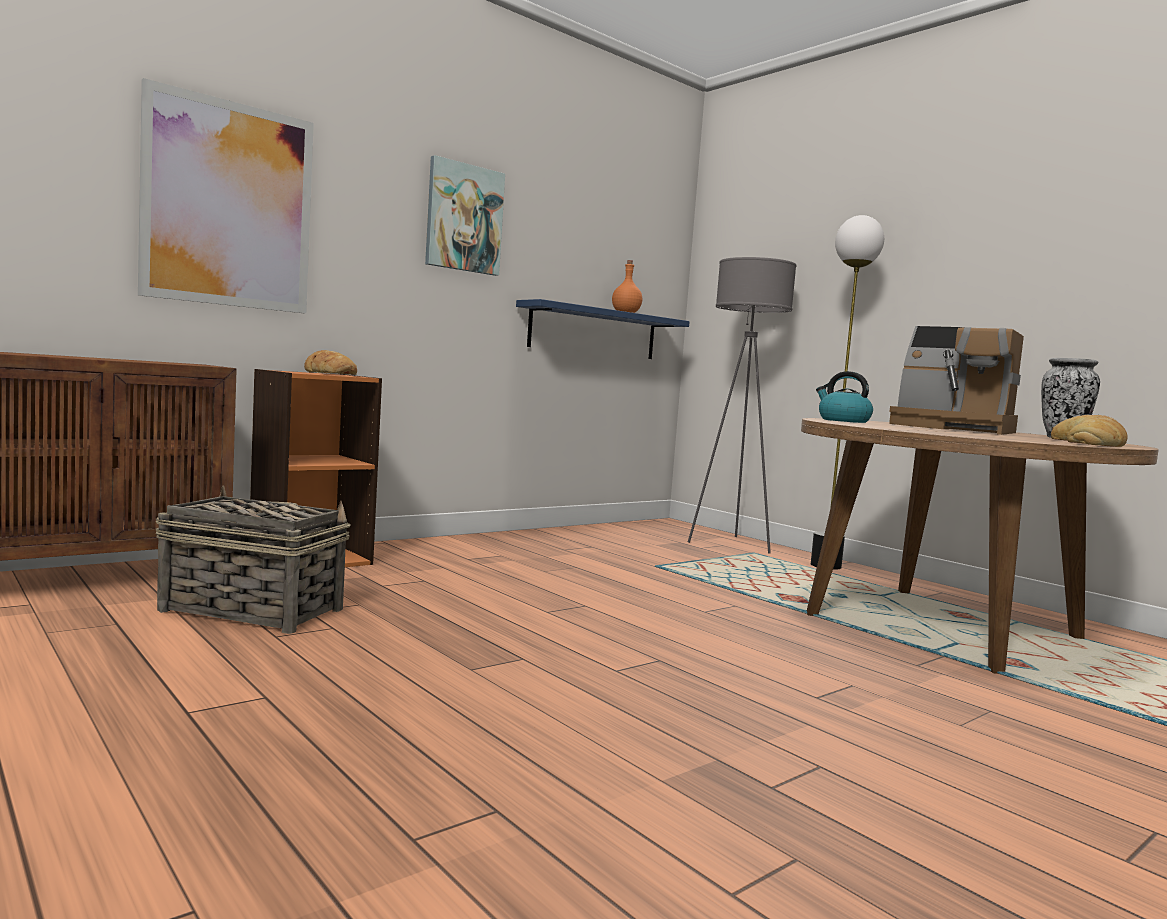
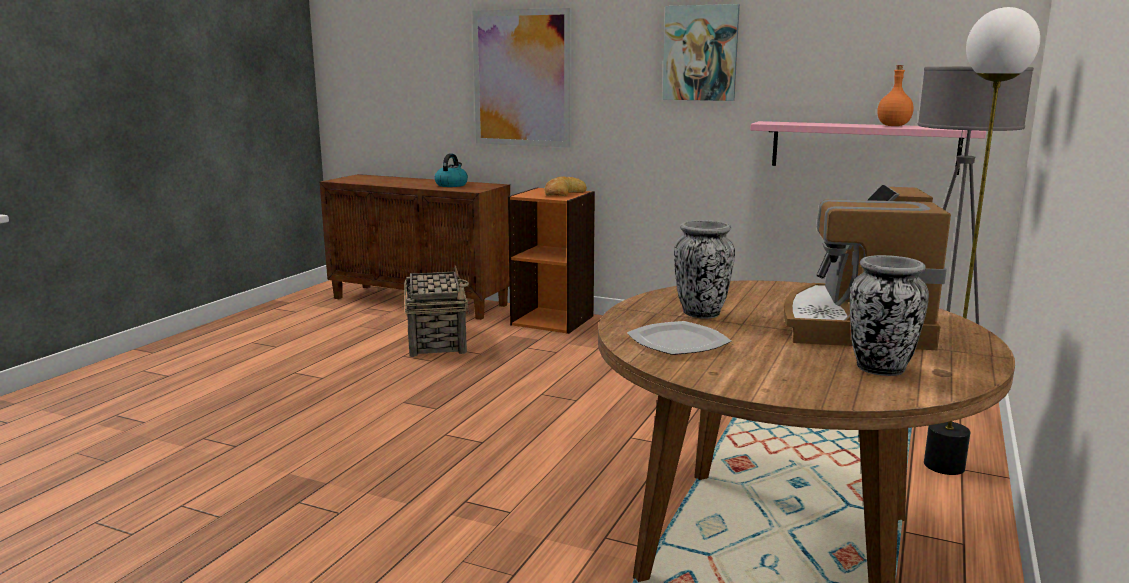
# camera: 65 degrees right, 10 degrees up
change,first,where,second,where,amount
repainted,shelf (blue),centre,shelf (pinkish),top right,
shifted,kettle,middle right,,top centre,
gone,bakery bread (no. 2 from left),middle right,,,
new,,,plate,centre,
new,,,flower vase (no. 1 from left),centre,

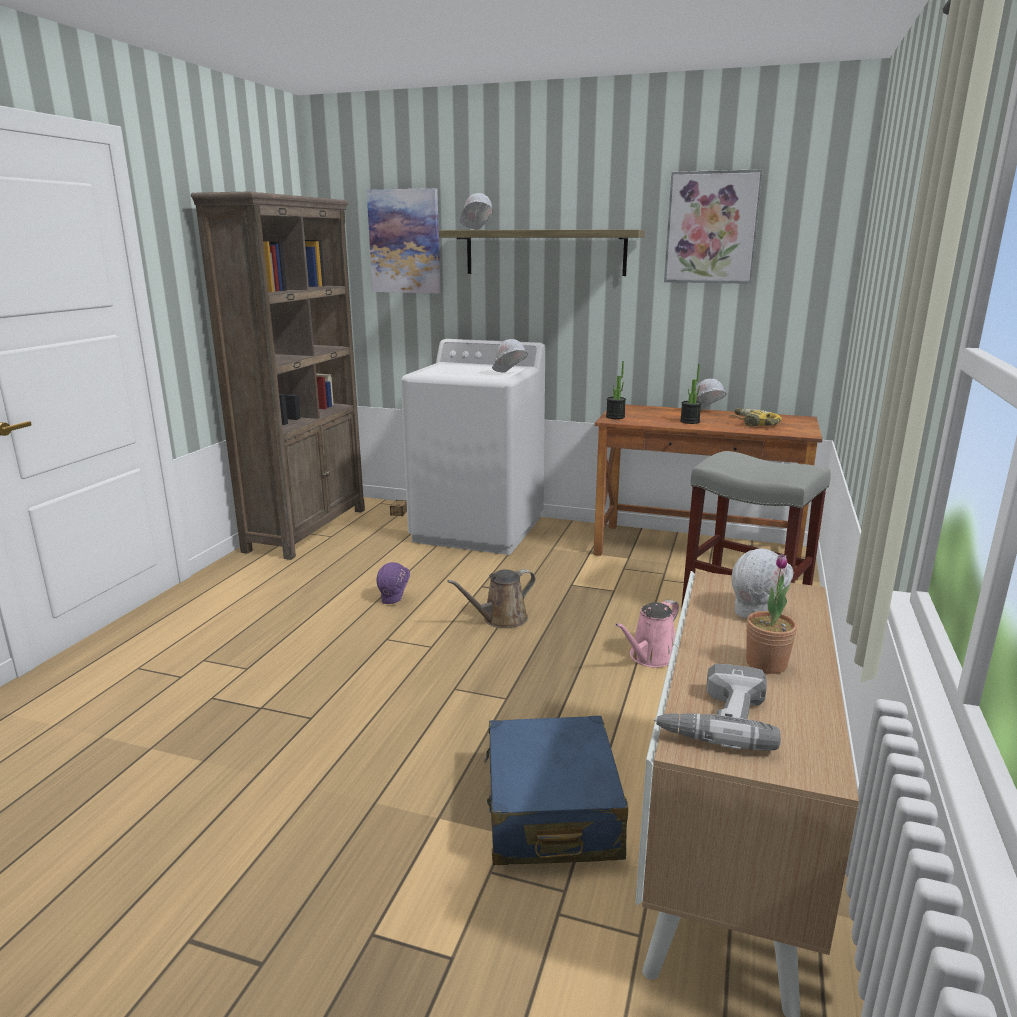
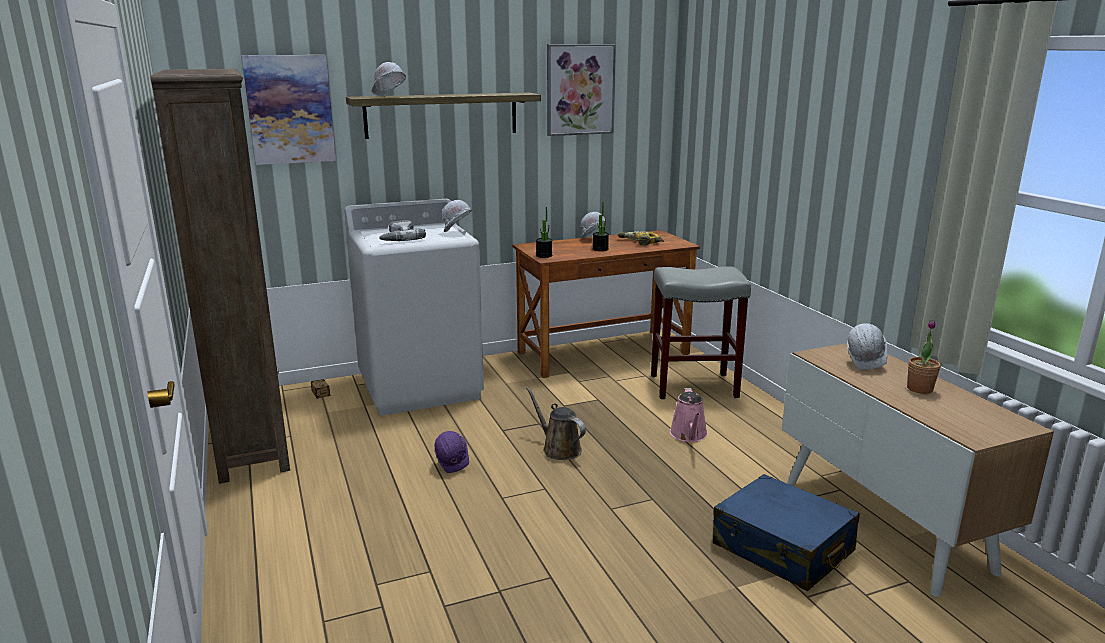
# camera: 40 degrees left, 0 degrees up
change,first,where,second,where,amount
rotated,sprinkling can (brown),centre,,centre,120 degrees clockwise
shifted,drill (no. 1 from left),bottom right,,centre,

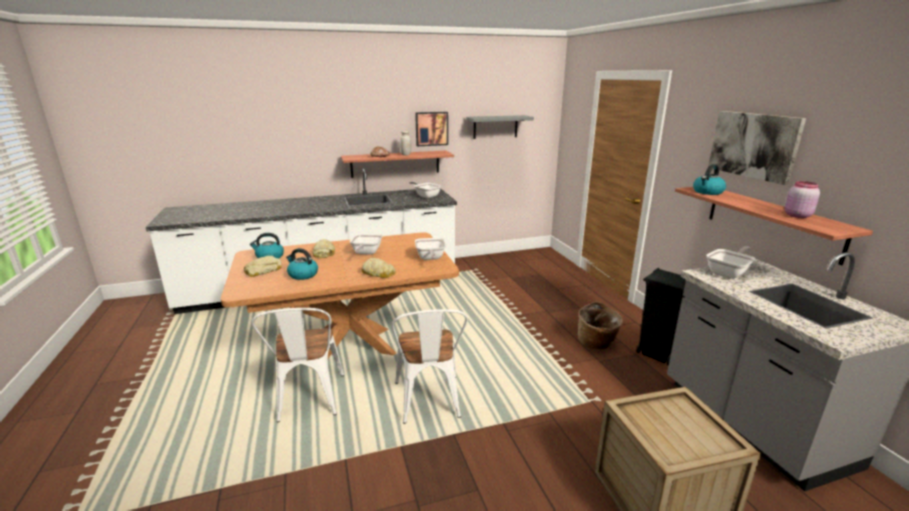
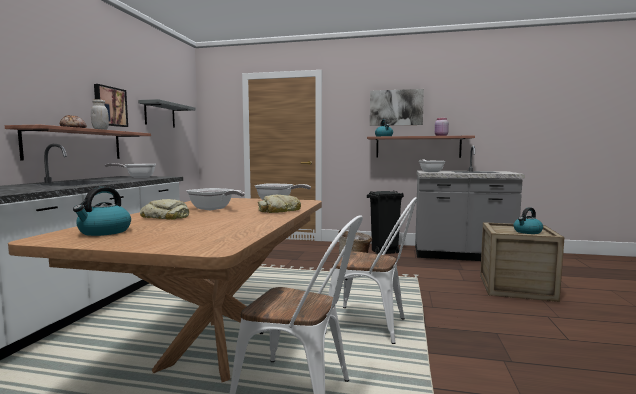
# camera: 60 degrees left, 15 degrees down
change,first,where,second,where,amount
gone,bakery bread (no. 1 from left),middle left,,,
shifted,kettle (no. 2 from left in the first image),middle left,kettle (no. 3 from left),middle right,

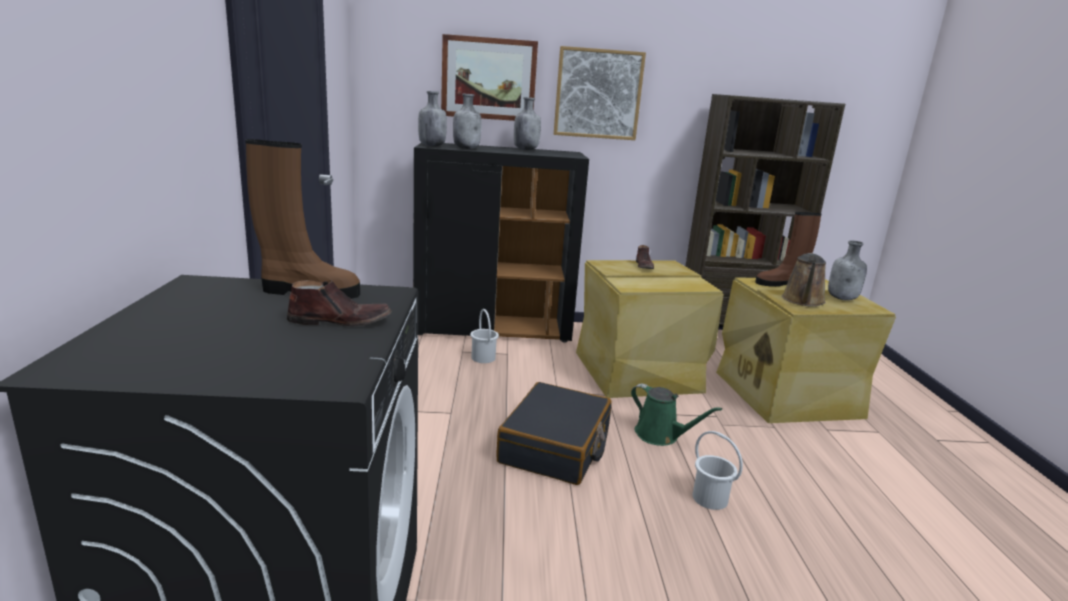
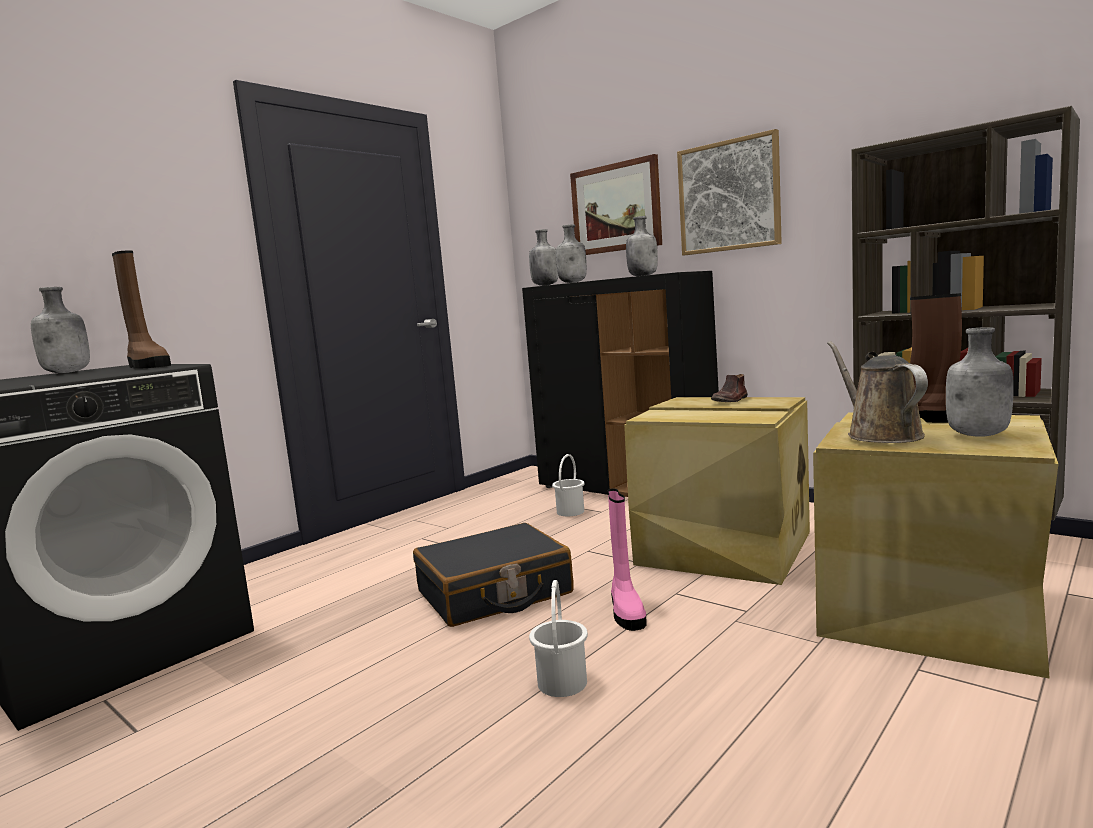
# camera: 45 degrees right, 10 degrees down
change,first,where,second,where,amount
gone,item of footwear (brown) (no. 1 from left),middle left,,,
swapped,sprinkling can (green-coloured),bottom centre,tall boot (pinkish),bottom centre,
rotated,sprinkling can (brown),middle right,,middle right,105 degrees clockwise
new,,,beverage bottle (greyish) (no. 1 from left),middle left,

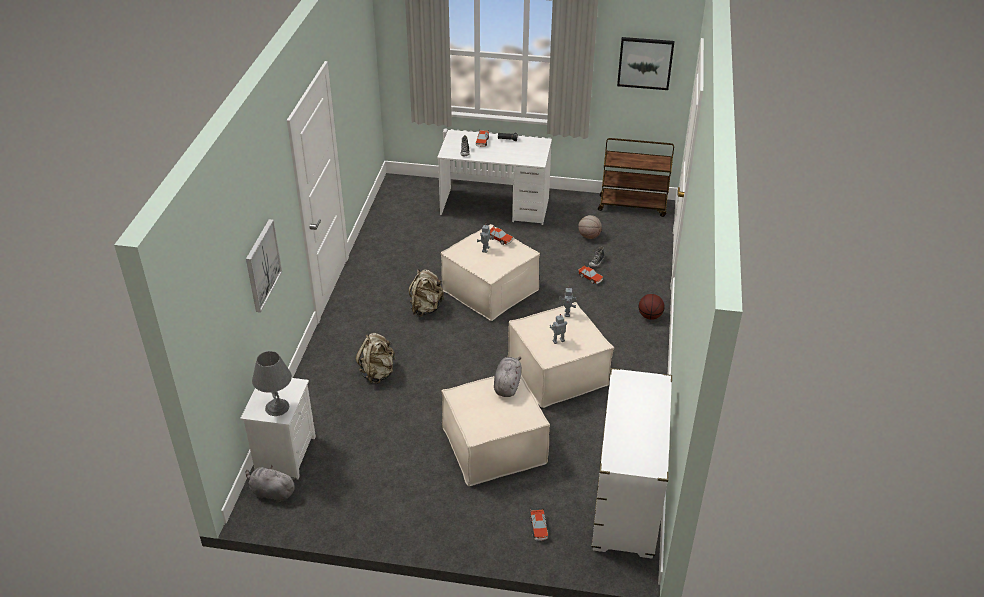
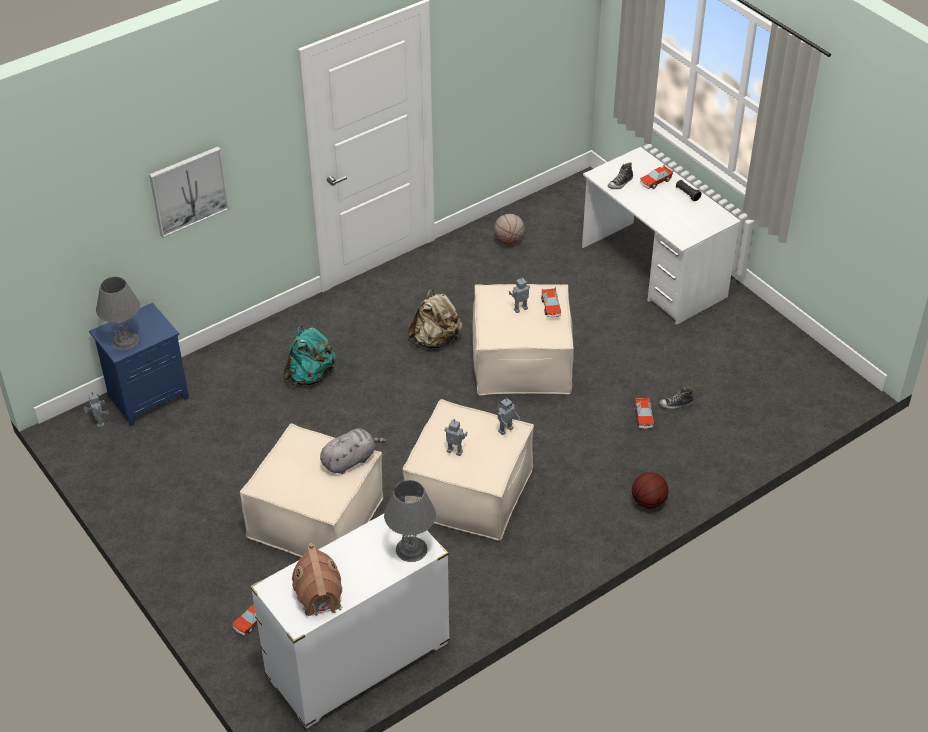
# camera: 45 degrees right, 5 degrees up
change,first,where,second,where,amount
repainted,night table (whitish),bottom left,night table (blue),middle left,
swapped,cuddly toy (greyish) (no. 1 from left),bottom left,toy robot (no. 1 from left),middle left,
repainted,rucksack (beige-coloured) (no. 1 from left),centre,rucksack (turquoise-coloured),centre,
shifted,ball for basketball (no. 1 from left),centre,,top centre,
gone,wheeled cart (brown),top centre,,,
gone,wall picture (no. 2 from left),top centre,,,
new,,,toy house,bottom centre,
new,,,table lamp (greyish) (no. 2 from left),bottom centre,

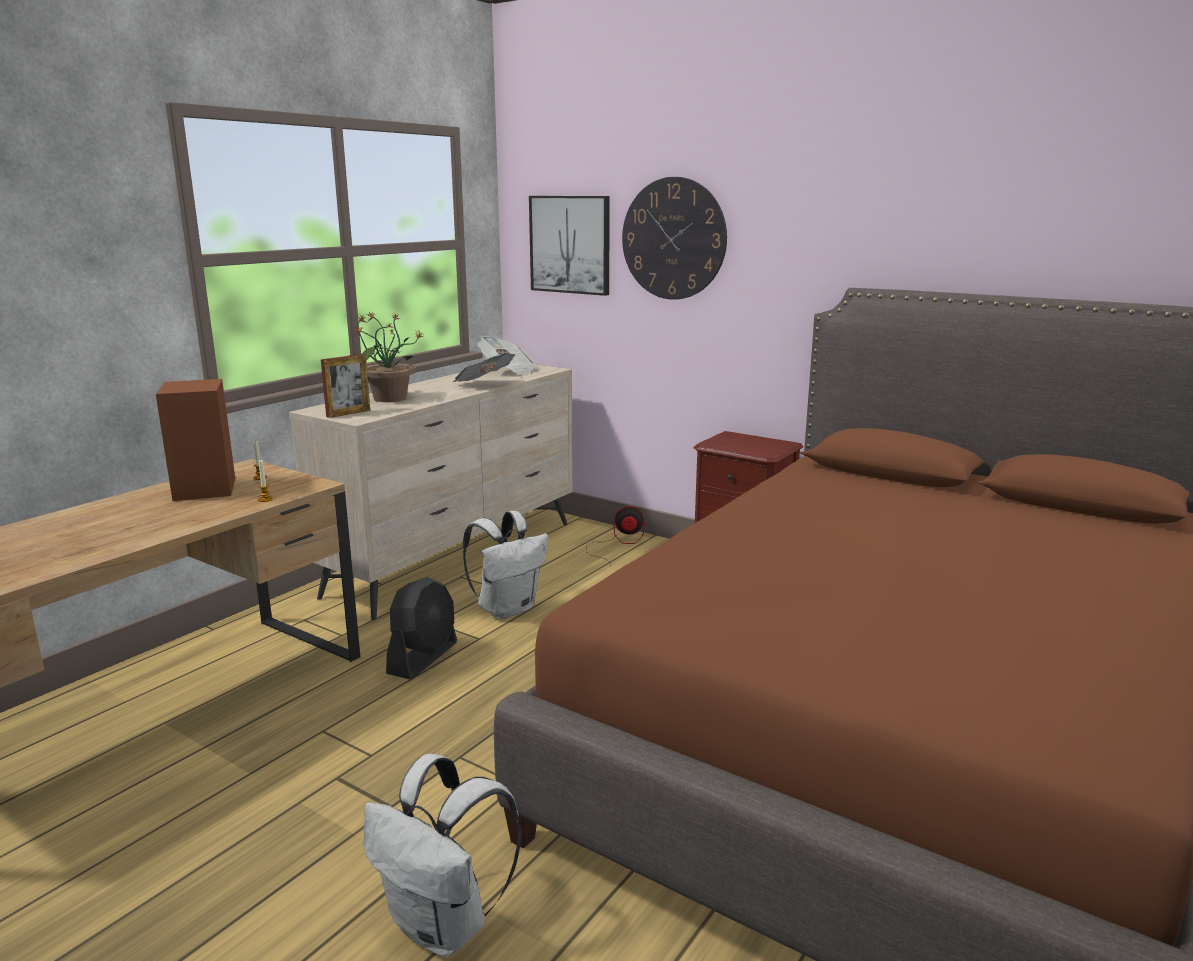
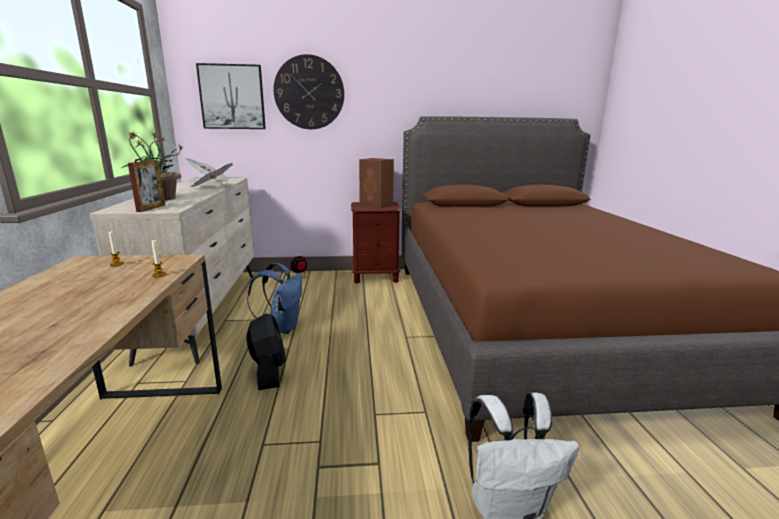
# camera: 40 degrees left, 0 degrees up
change,first,where,second,where,amount
shifted,audio speaker (brown),middle left,,centre,
repainted,rucksack (whitish) (no. 2 from left),centre,rucksack (blue),centre,

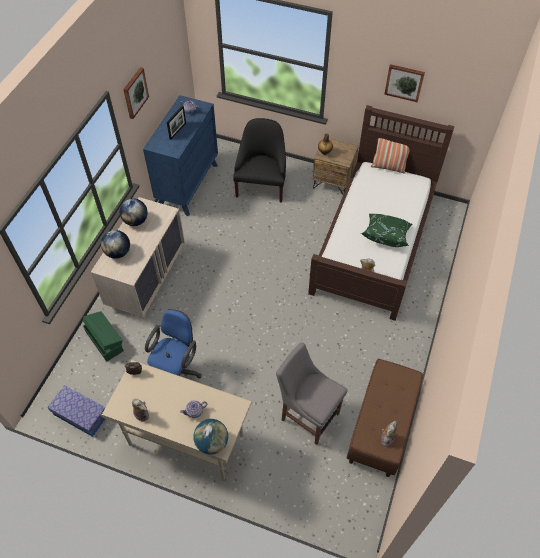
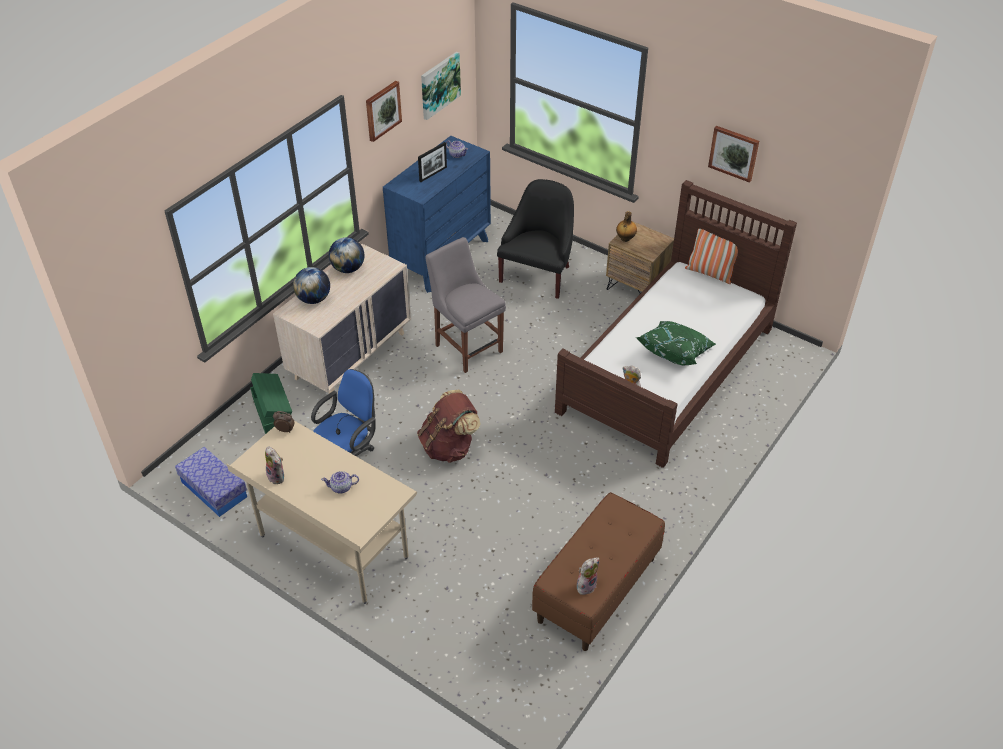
# camera: 15 degrees right, 10 degrees down
change,first,where,second,where,amount
gone,globe (no. 3 from left),bottom centre,,,
shifted,chair (greyish),bottom centre,,centre,
new,,,rucksack (brown),centre,
new,,,wall picture (no. 2 from left),top centre,

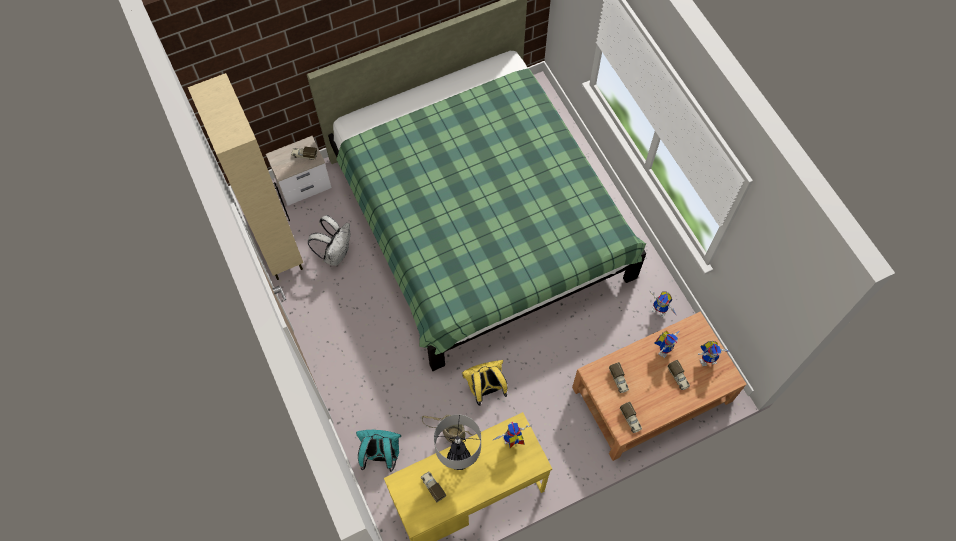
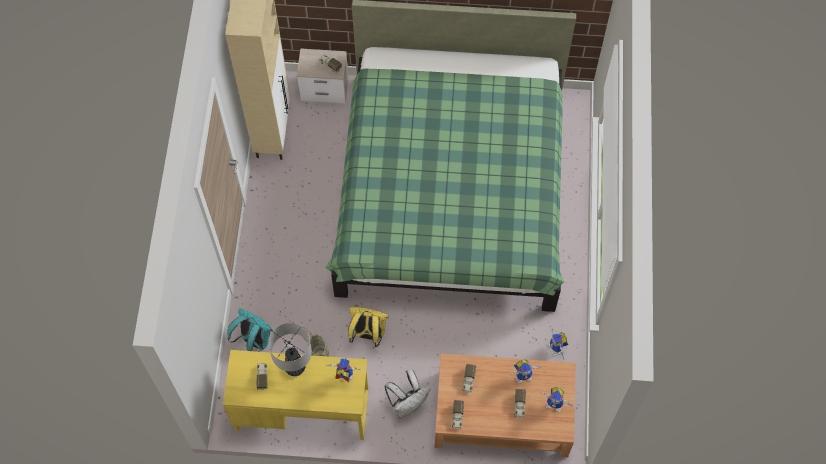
# camera: 30 degrees right, 0 degrees up
change,first,where,second,where,amount
shifted,rucksack (whitish),centre,,bottom centre,

